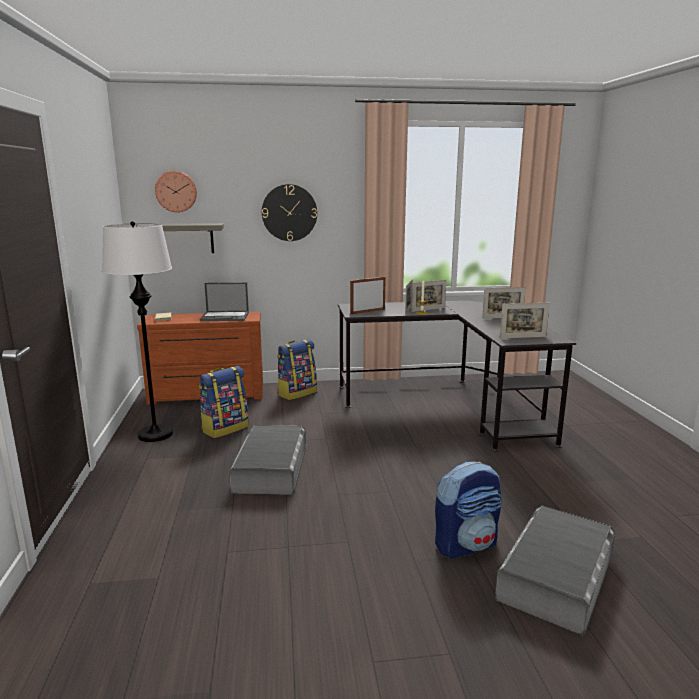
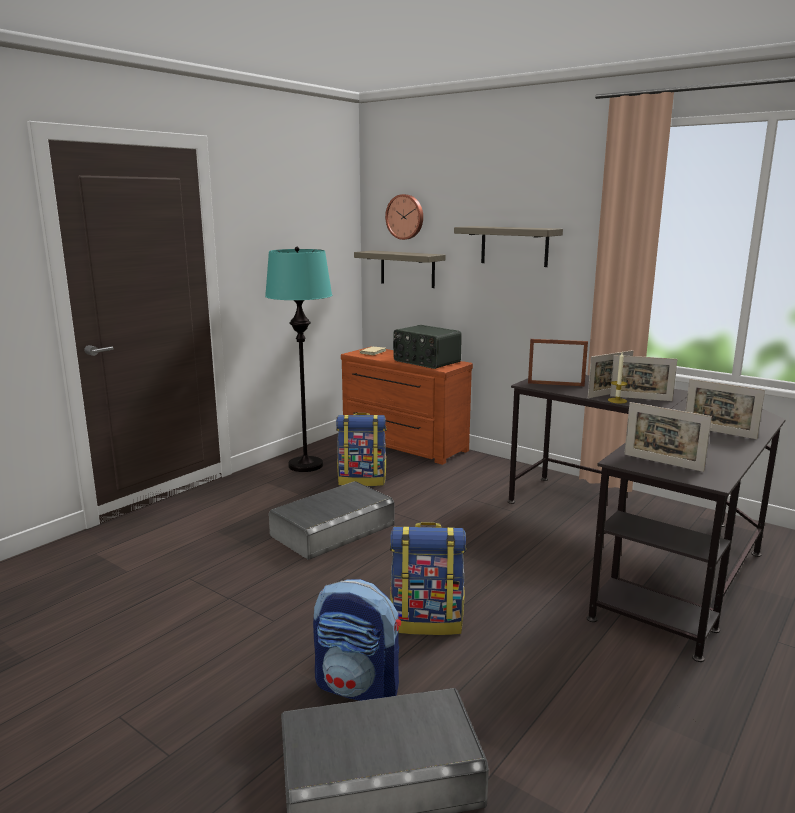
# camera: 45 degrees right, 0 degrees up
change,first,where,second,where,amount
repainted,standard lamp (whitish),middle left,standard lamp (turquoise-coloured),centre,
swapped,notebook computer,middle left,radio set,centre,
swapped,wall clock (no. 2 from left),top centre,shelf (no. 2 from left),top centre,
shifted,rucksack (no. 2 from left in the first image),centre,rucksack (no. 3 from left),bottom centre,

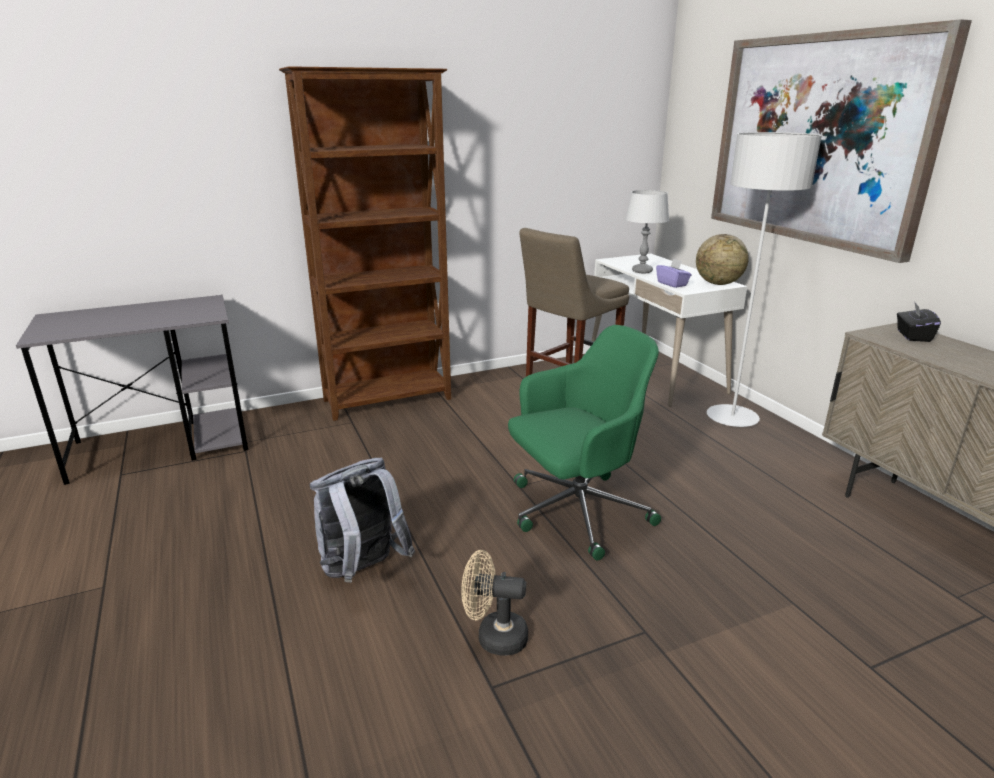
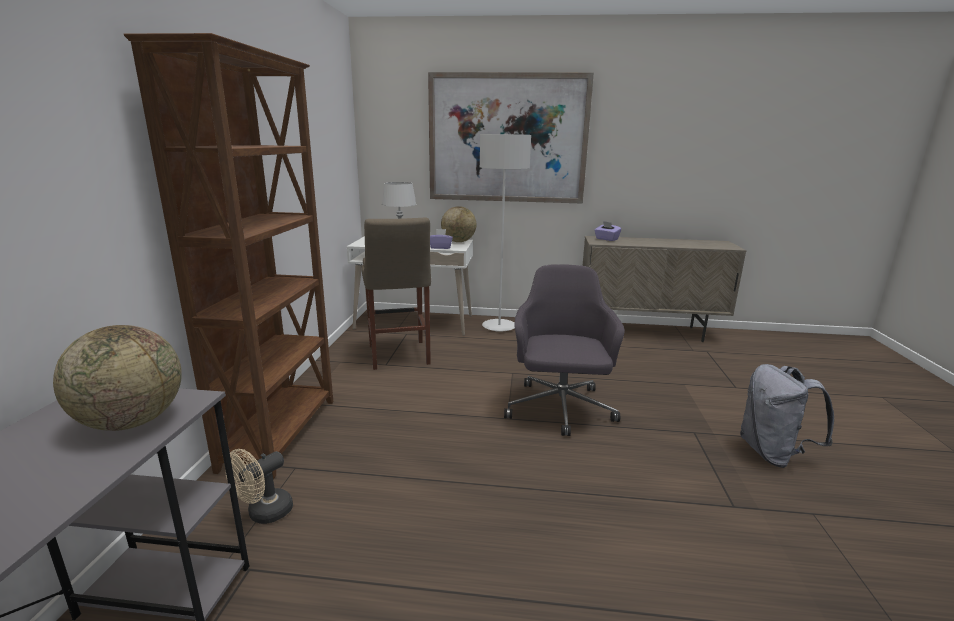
# camera: 60 degrees left, 5 degrees down
change,first,where,second,where,amount
shifted,rucksack (greyish),bottom centre,,bottom right,
shifted,electric fan (beige-coloured),bottom centre,,bottom left,
repainted,computer chair (green-coloured),centre,computer chair (greyish),centre,
repainted,tissue holder (black-coloured),middle right,tissue holder (purple) (no. 2 from left),centre,
new,,,globe (no. 1 from left),middle left,

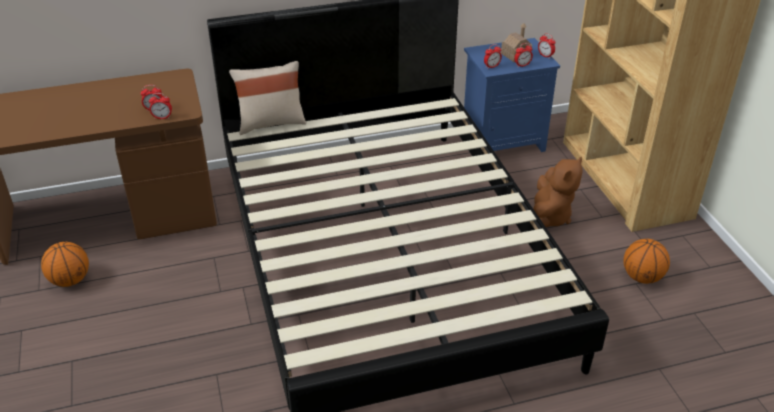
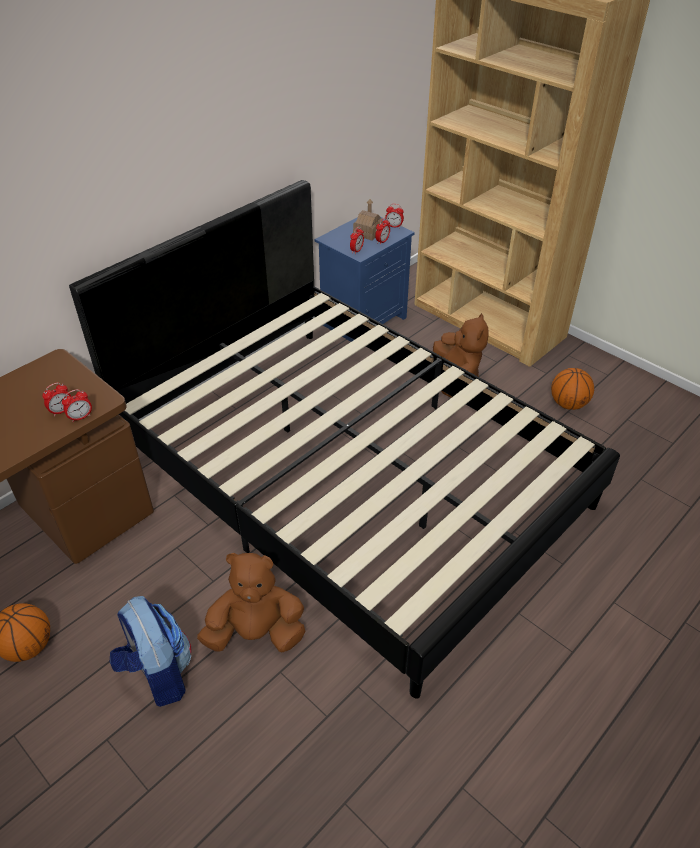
# camera: 30 degrees left, 5 degrees up
change,first,where,second,where,amount
gone,cushion (beige-coloured),top centre,,,
new,,,rucksack,bottom left,
new,,,cuddly toy (brown) (no. 1 from left),bottom centre,

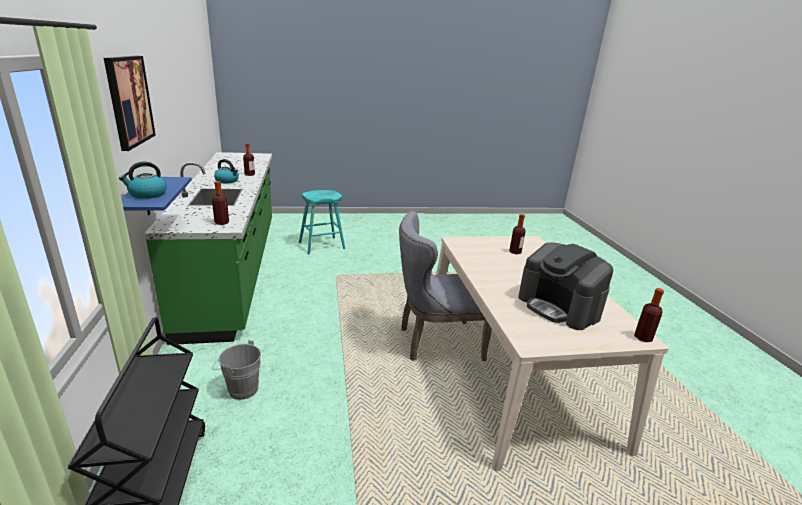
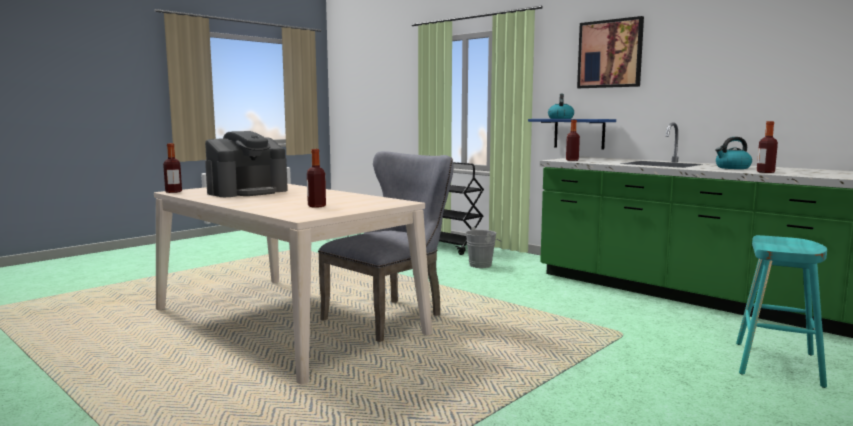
# camera: 145 degrees right, 15 degrees down
change,first,where,second,where,amount
rotated,coffee maker,middle right,,middle left,120 degrees clockwise

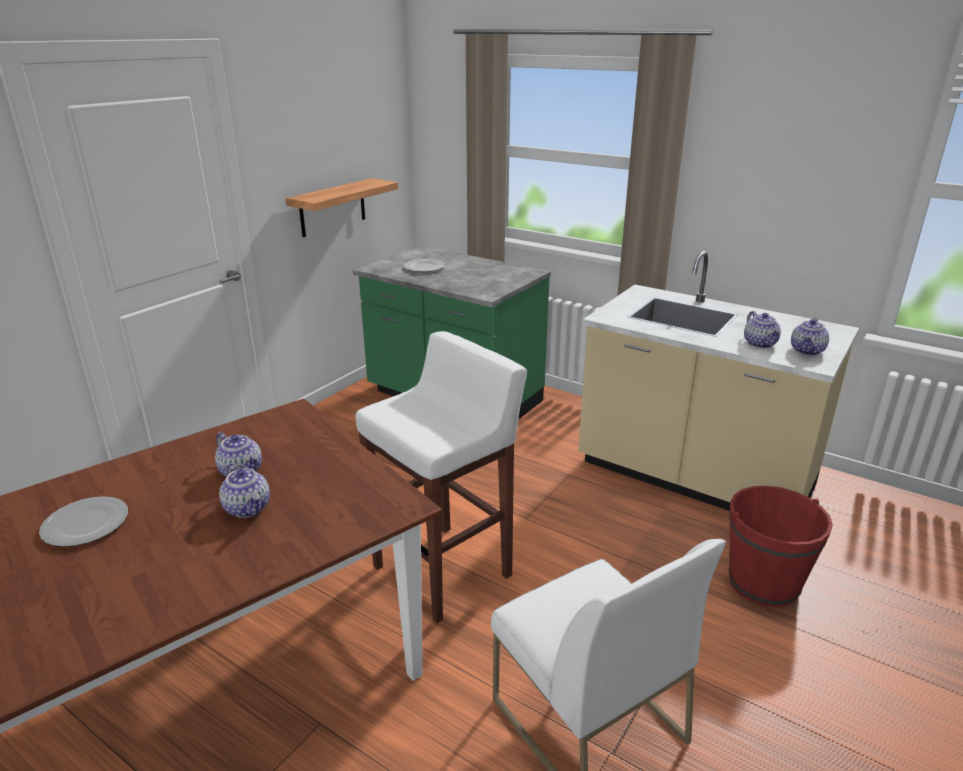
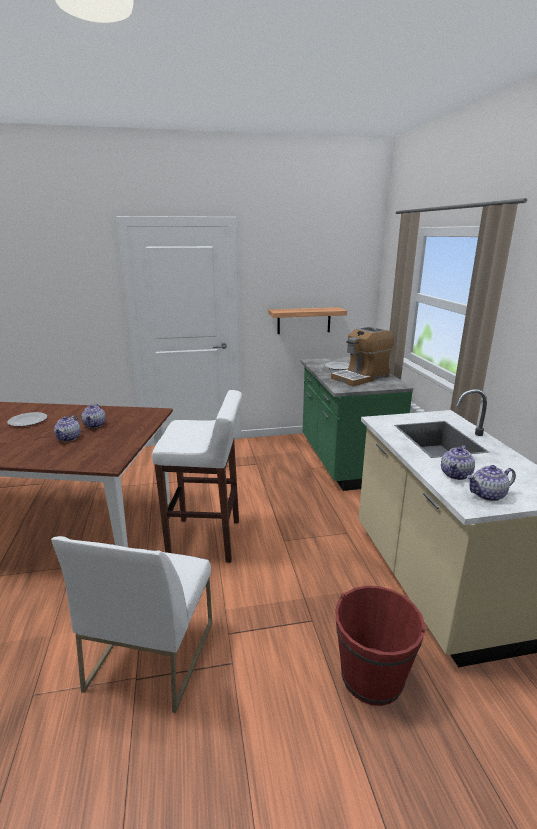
# camera: 45 degrees right, 5 degrees down
change,first,where,second,where,amount
new,,,coffee maker,middle right,

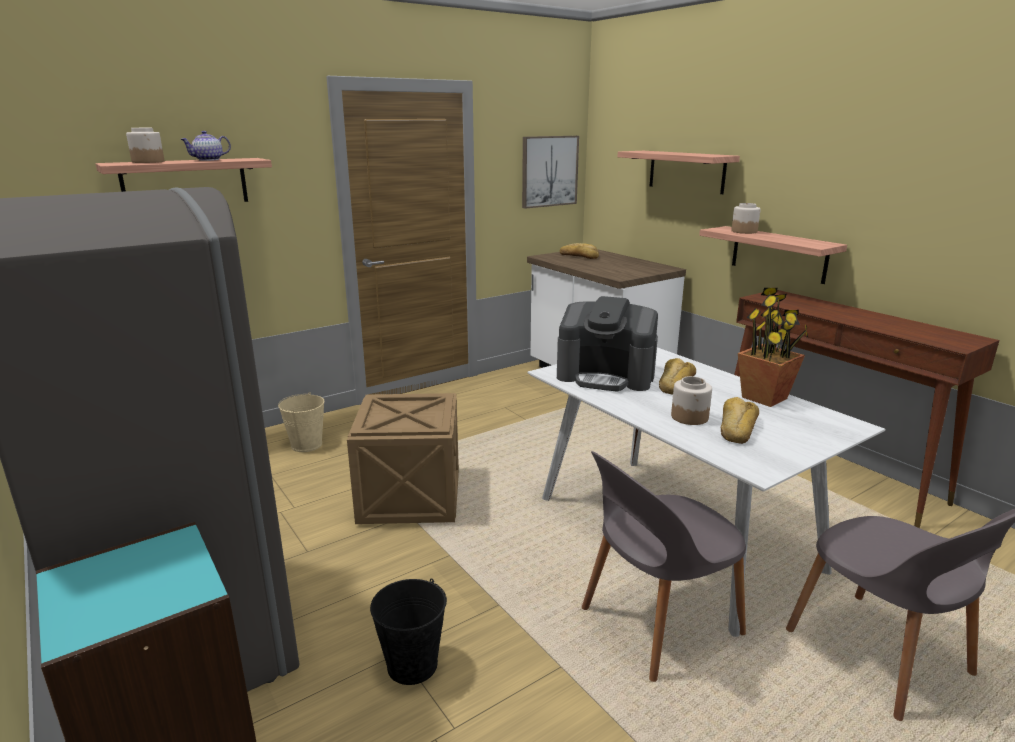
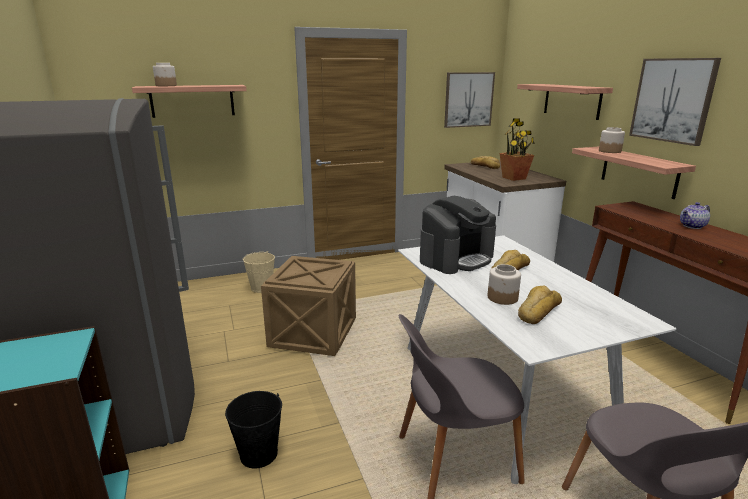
# camera: 15 degrees right, 0 degrees up
change,first,where,second,where,amount
shifted,pot for tea,top left,,middle right,
rotated,coffee maker,centre,,centre,75 degrees counterclockwise
shifted,potted plant,middle right,,top right,
new,,,wall picture (no. 2 from left),top right,

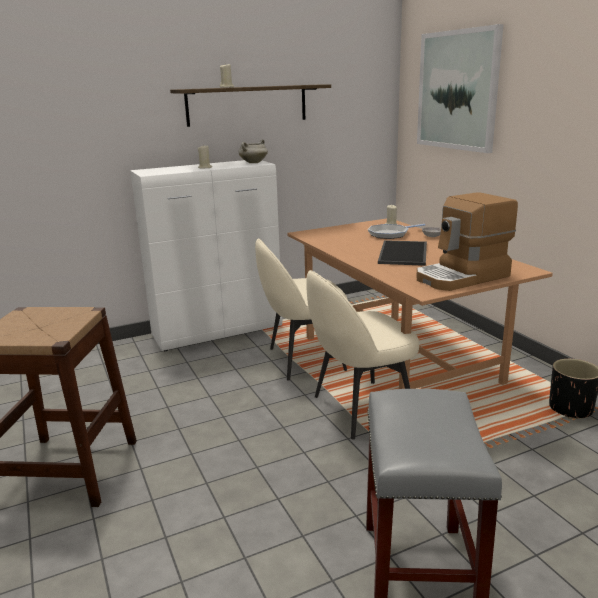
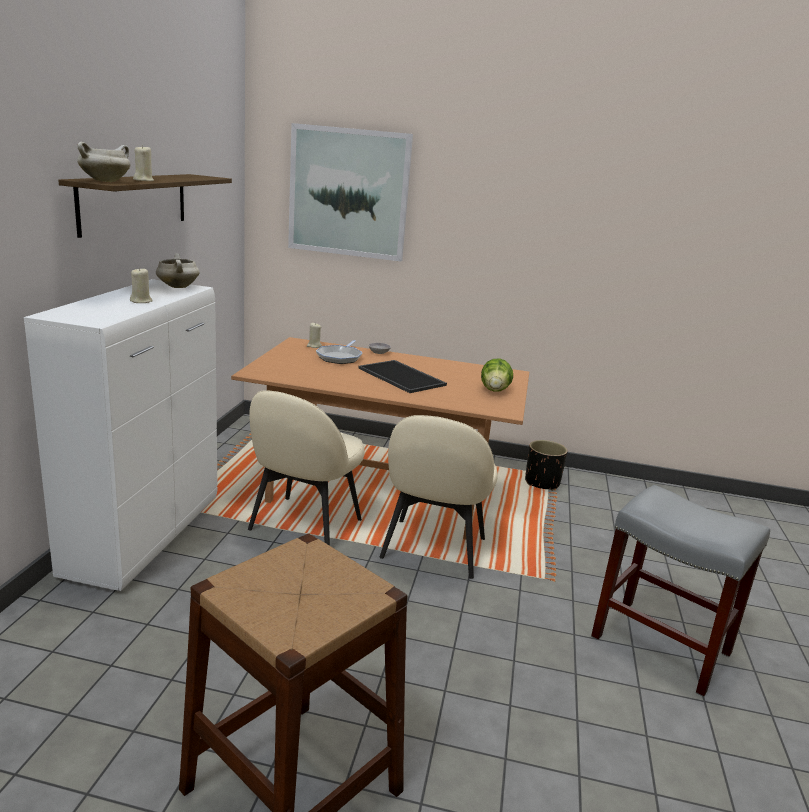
# camera: 55 degrees left, 0 degrees up
change,first,where,second,where,amount
swapped,coffee maker,middle right,lettuce head,centre,
new,,,stockpot (whitish) (no. 1 from left),top left,

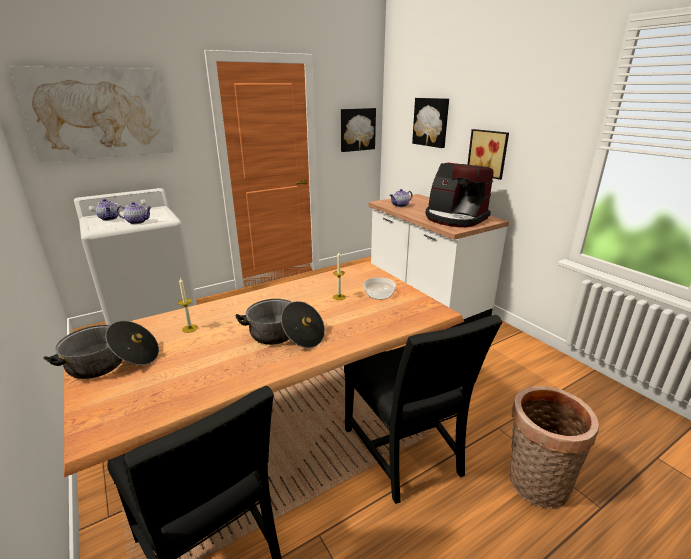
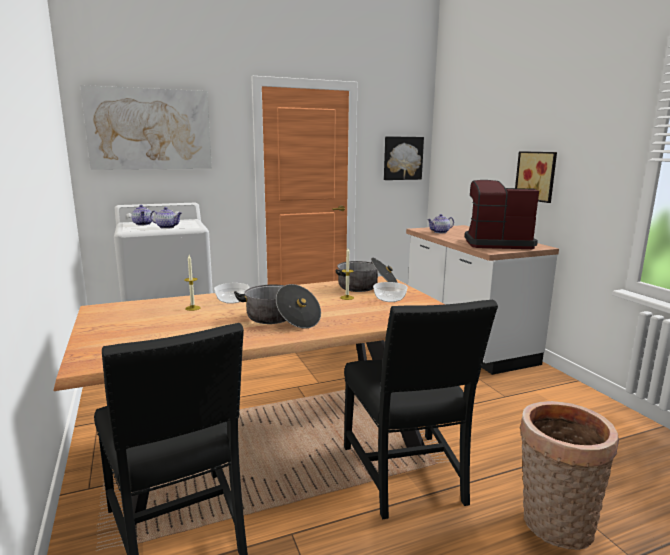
# camera: 10 degrees right, 10 degrees down
change,first,where,second,where,amount
shifted,stockpot (no. 1 from left in the first image),middle left,stockpot (no. 2 from left),centre,
gone,wall picture (no. 3 from left),top centre,,,
rotated,coffee maker,centre,,middle right,135 degrees clockwise
new,,,deep dish (no. 1 from left),centre,

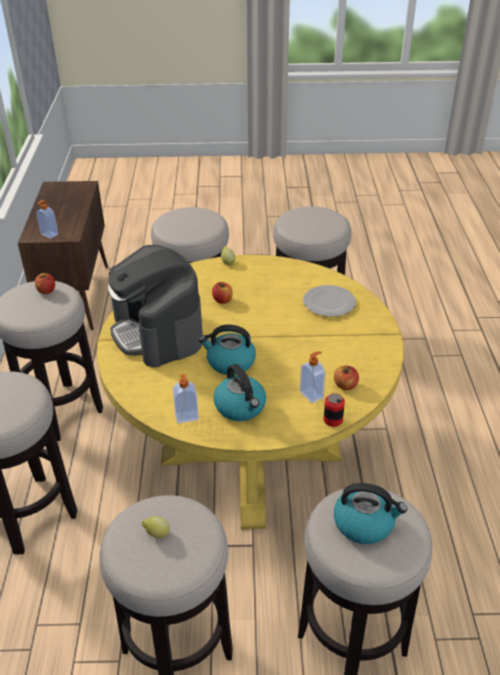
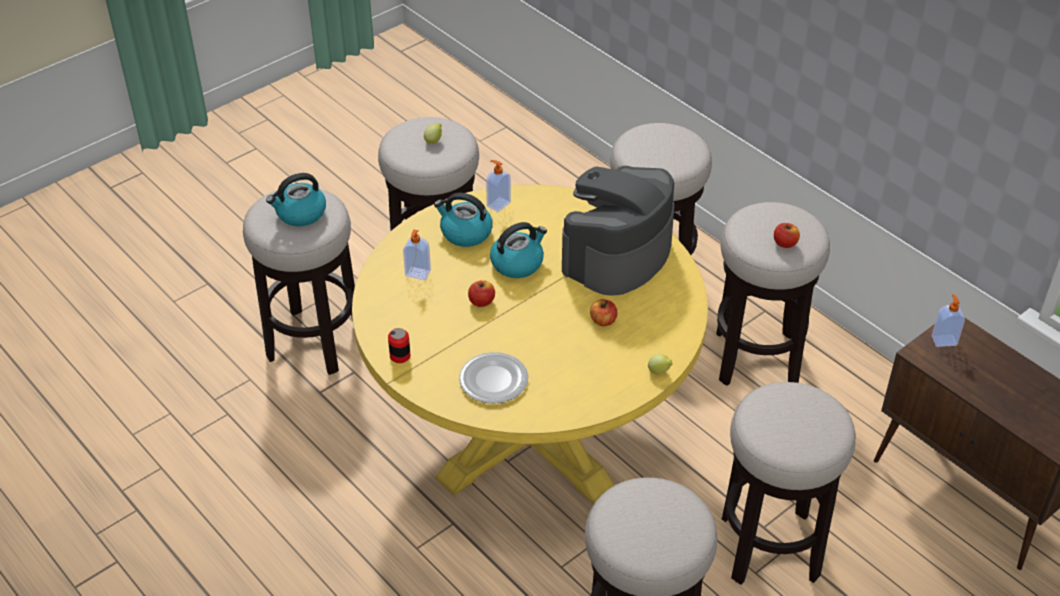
# camera: 140 degrees right, 5 degrees up
change,first,where,second,where,amount
rotated,coffee maker,middle left,,centre,75 degrees counterclockwise
shifted,can,middle right,,centre,
shifted,whole apple (no. 3 from left in the first image),middle right,whole apple (no. 1 from left),centre,

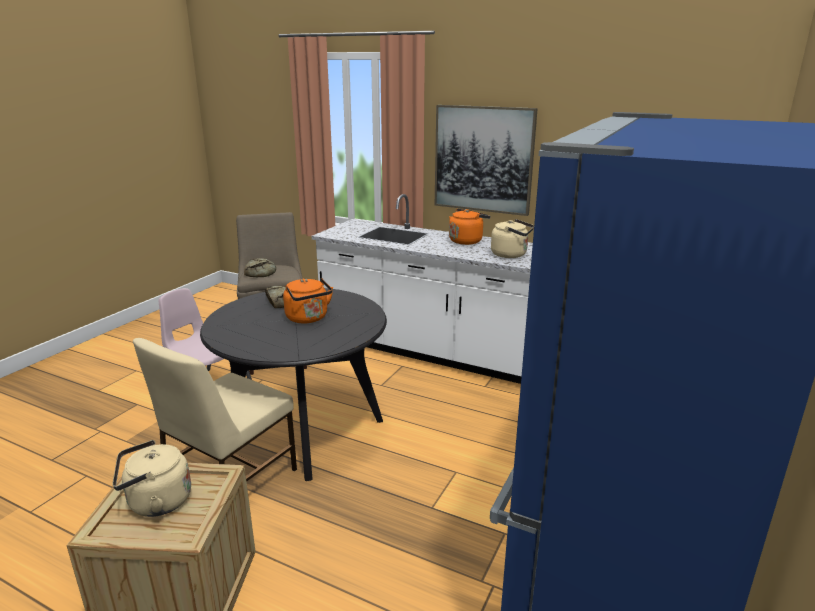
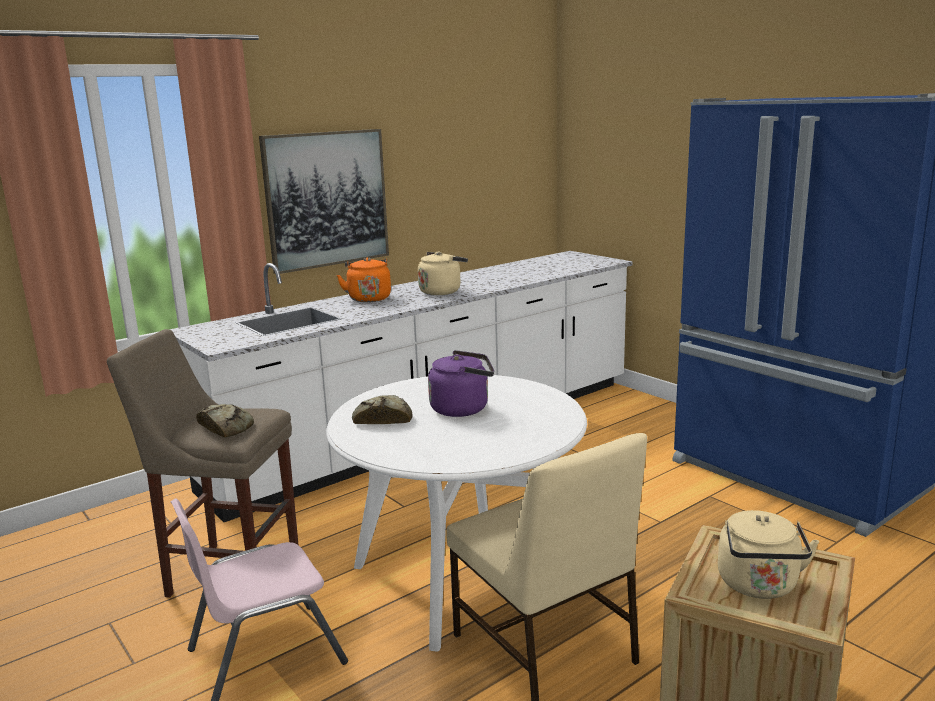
# camera: 65 degrees left, 5 degrees down
change,first,where,second,where,amount
repainted,dinner table (black-coloured),centre,dinner table (whitish),bottom centre,
repainted,kettle (orangey) (no. 1 from left),centre,kettle (purple),centre,

